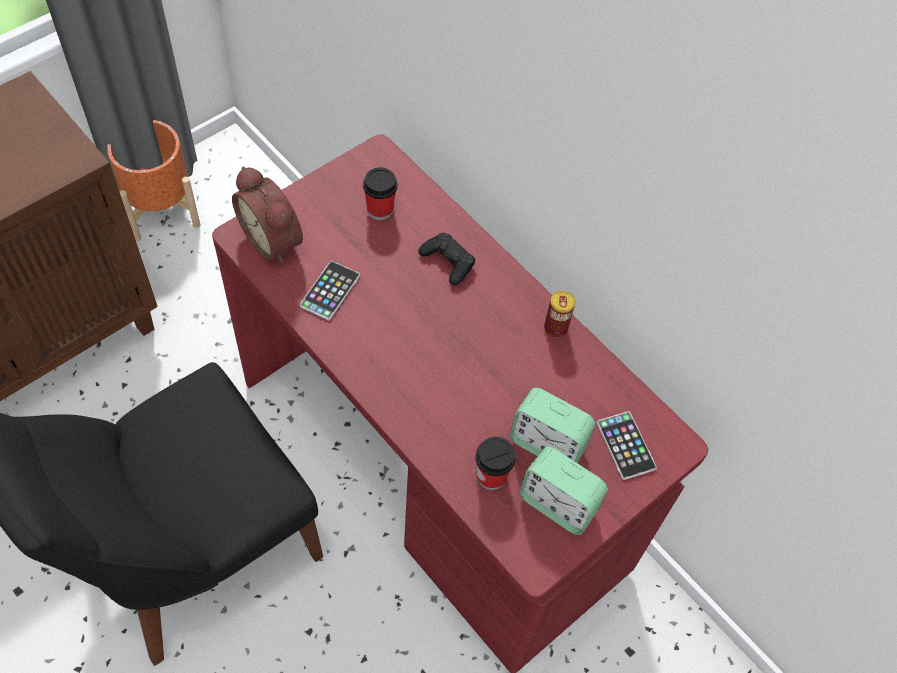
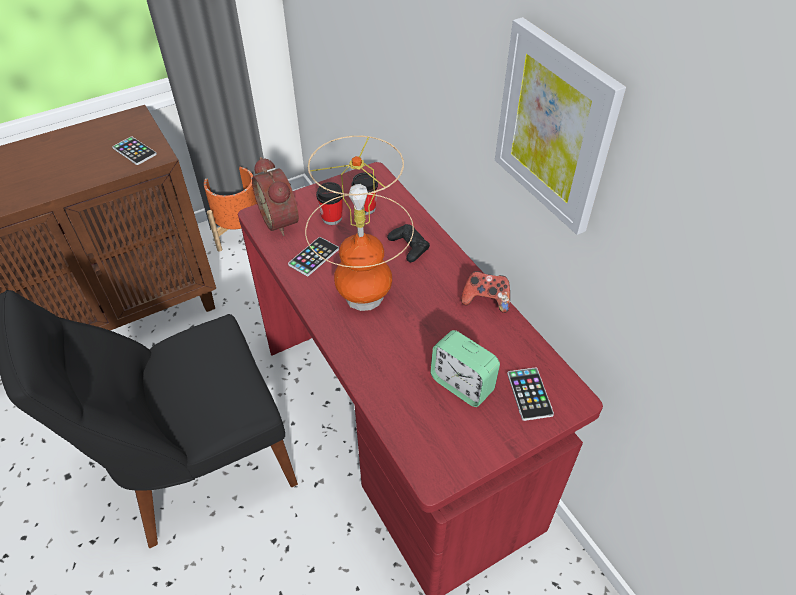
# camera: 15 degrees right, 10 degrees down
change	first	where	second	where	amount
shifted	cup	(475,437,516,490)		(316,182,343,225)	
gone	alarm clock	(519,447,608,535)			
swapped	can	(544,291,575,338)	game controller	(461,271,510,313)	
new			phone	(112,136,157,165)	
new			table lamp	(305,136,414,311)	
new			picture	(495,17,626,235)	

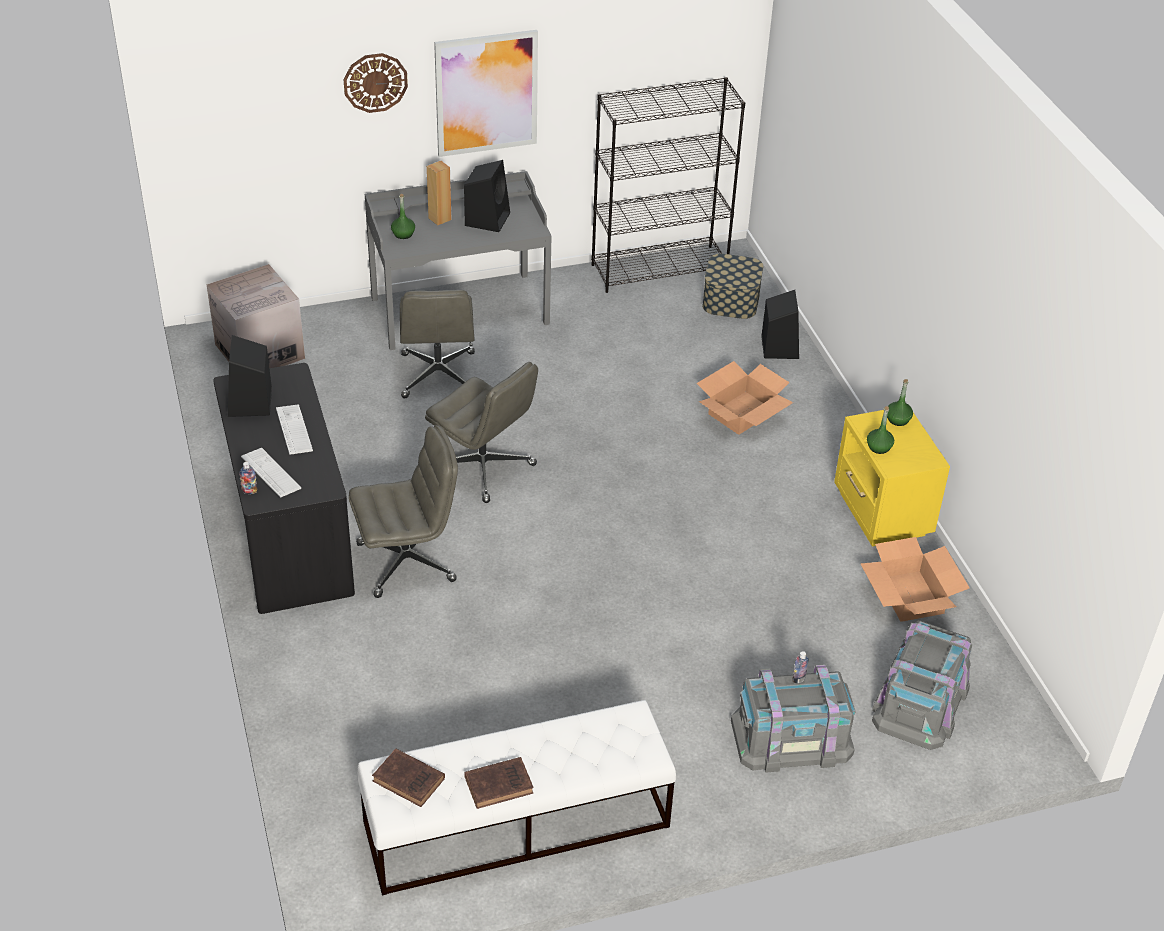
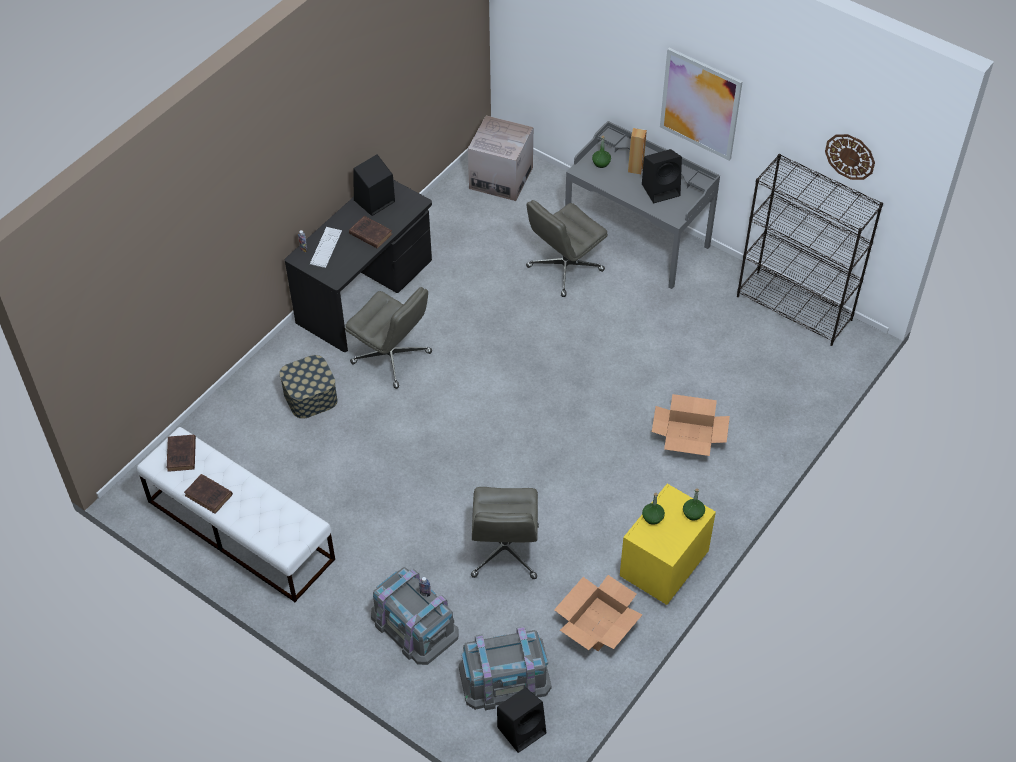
# camera: 55 degrees right, 10 degrees up
change	first	where	second	where	amount
swapped	keyboard	(276,404,313,455)	book/brown	(349,216,392,249)	
shifted	wall clock	(344,53,408,113)		(825,134,875,180)	
shifted	office chair/grey	(425,362,538,503)		(471,487,539,579)	
shifted	storage box	(703,254,764,319)		(279,355,338,419)	
shifted	speaker/black	(761,290,799,359)		(497,687,546,753)	

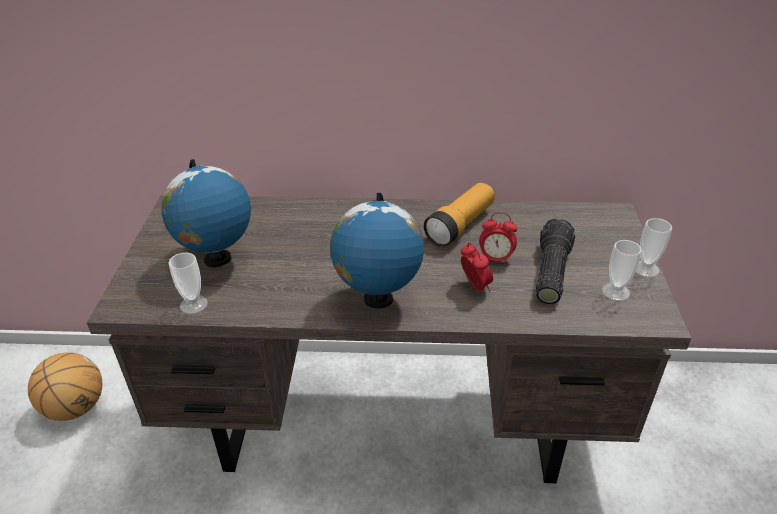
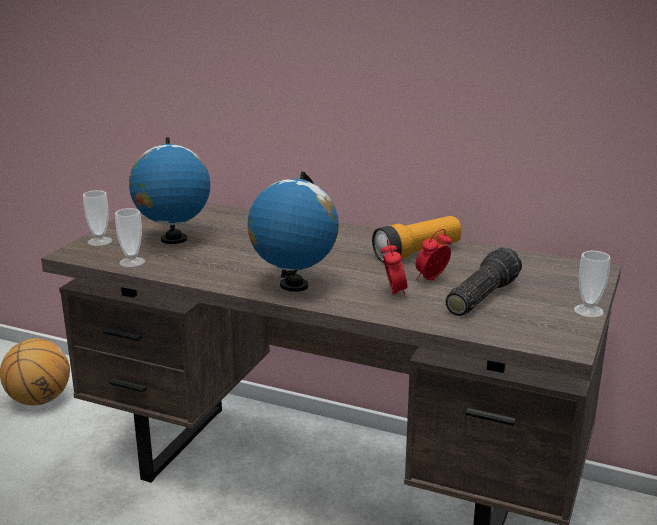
# camera: 20 degrees right, 15 degrees down
change	first	where	second	where	amount
rotated	alarm clock	(479,212,518,266)		(415,229,452,281)	105 degrees clockwise
shifted	cup	(602,240,642,301)		(83,190,112,246)	

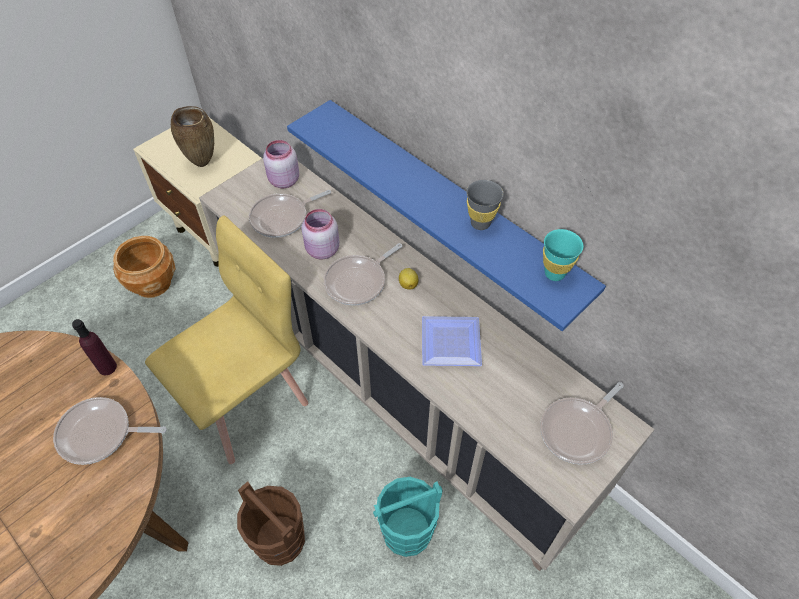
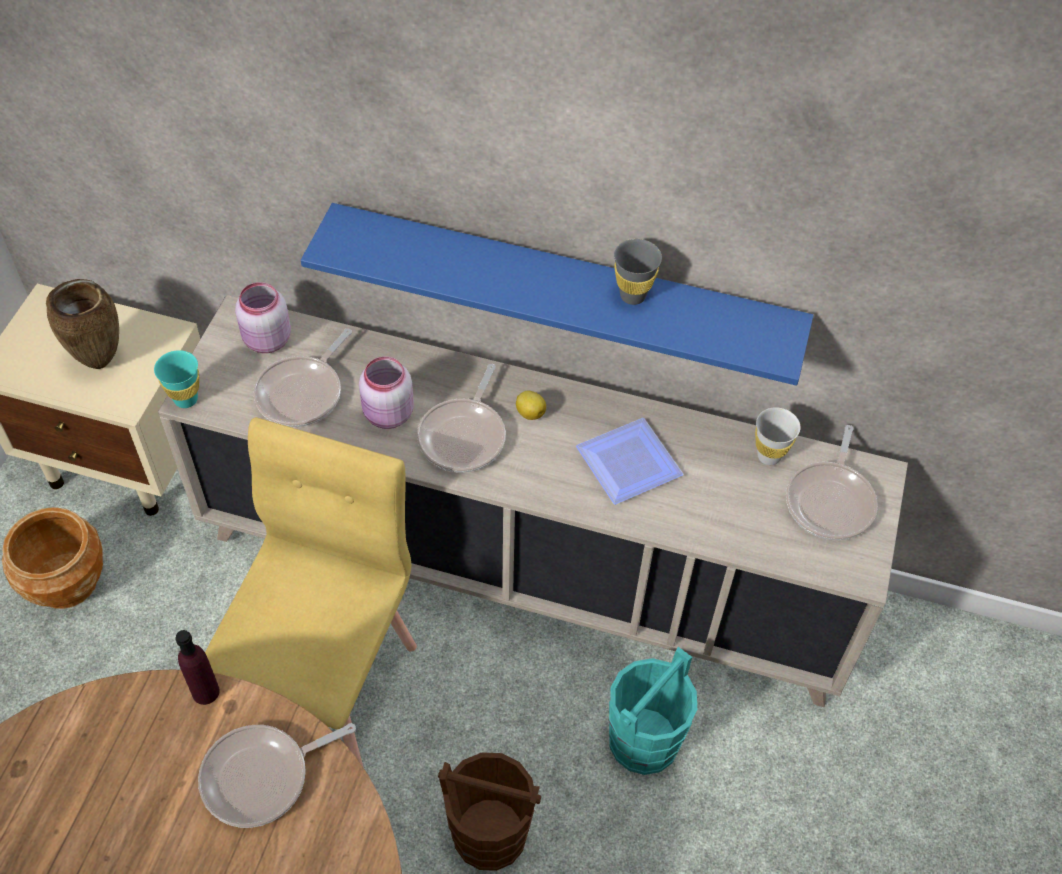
# camera: 30 degrees left, 0 degrees up
change	first	where	second	where	amount
shifted	cup/turquoise	(543,229,583,281)		(154,350,199,408)	
new			cup/white	(755,407,800,465)	

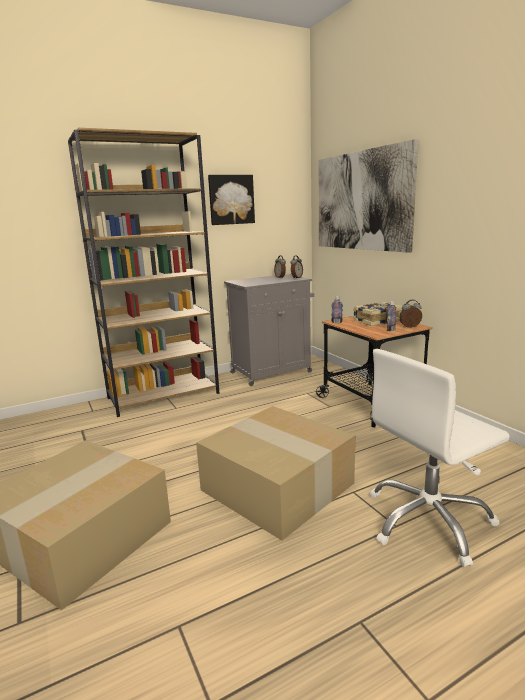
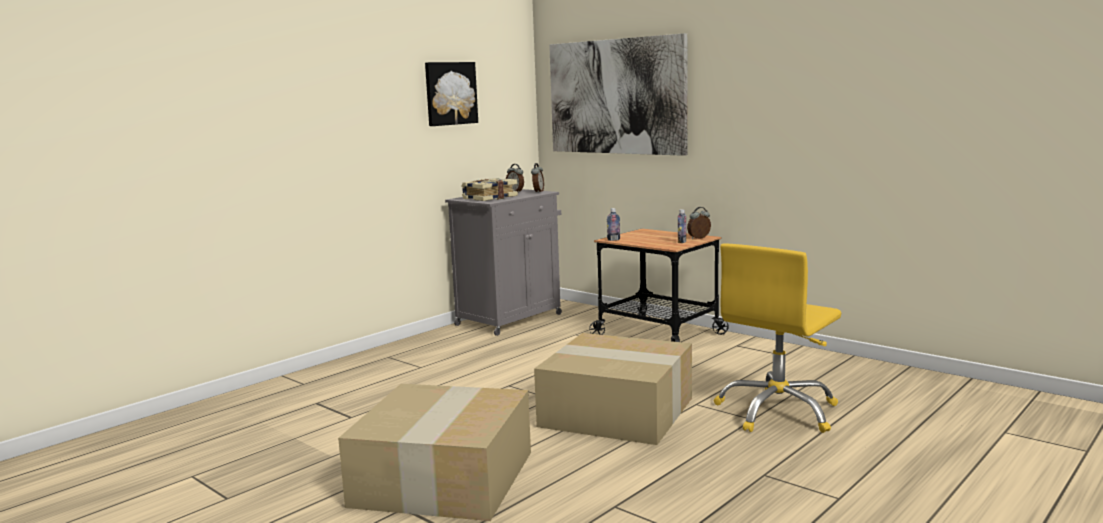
# camera: 20 degrees left, 5 degrees down
change	first	where	second	where	amount
gone	bookcase/brown	(68,127,219,417)			
shifted	book	(353,302,402,326)		(461,178,518,201)	
repainted	office chair/white	(370,349,510,567)	office chair/yellow	(714,243,841,433)	

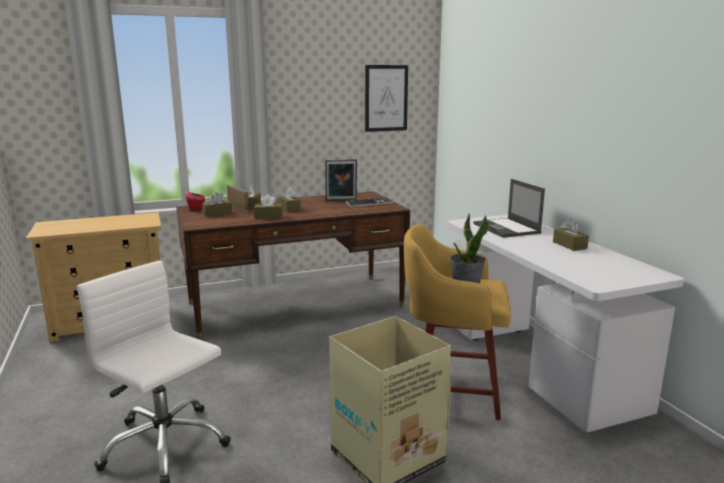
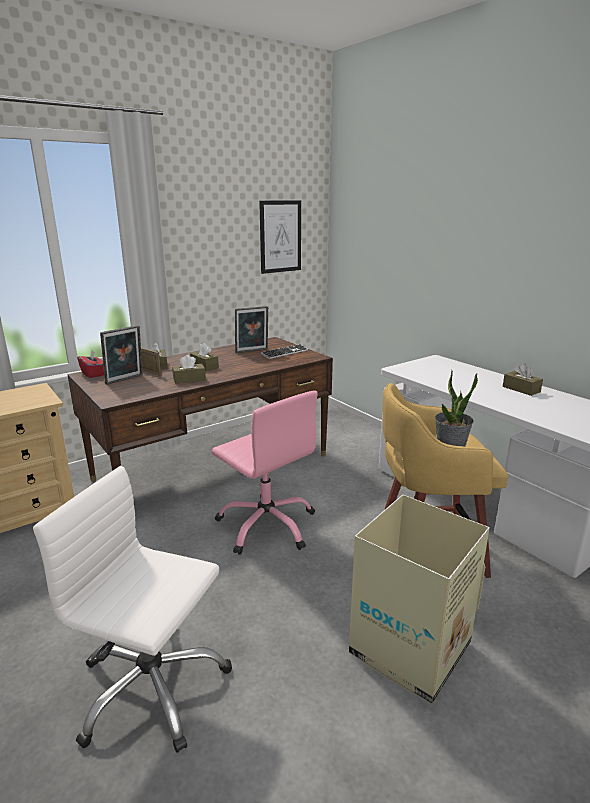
# camera: 15 degrees left, 5 degrees up
change	first	where	second	where	amount
swapped	tissue box/brown	(202,192,232,217)	picture frame	(100,325,143,385)	
gone	laptop	(473,179,545,238)			
new			office chair/pink	(212,390,318,555)	

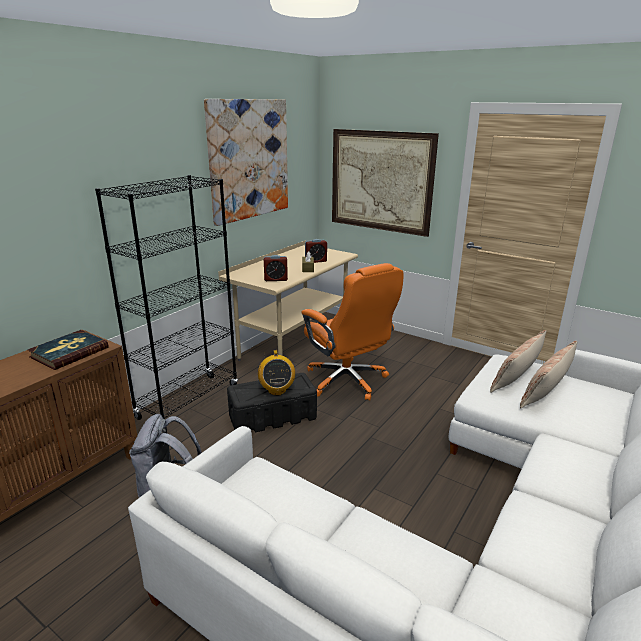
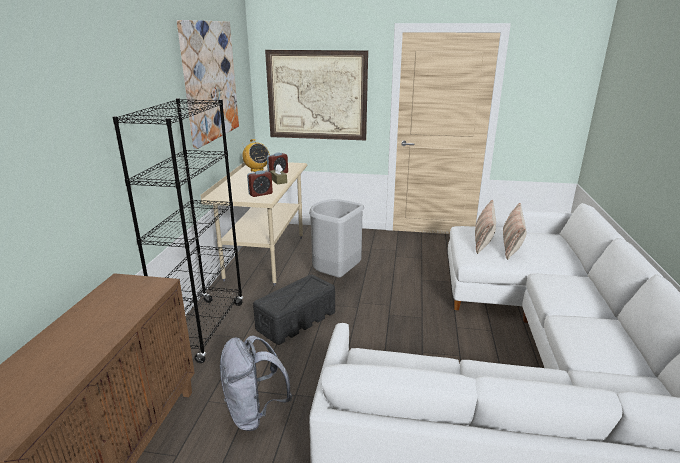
# camera: 25 degrees left, 0 degrees up
change	first	where	second	where	amount
gone	book	(28,330,108,370)			
shifted	radio	(258,350,295,396)		(242,139,270,172)	
swapped	office chair/orange	(302,263,404,401)	trash can/grey	(309,199,364,278)	

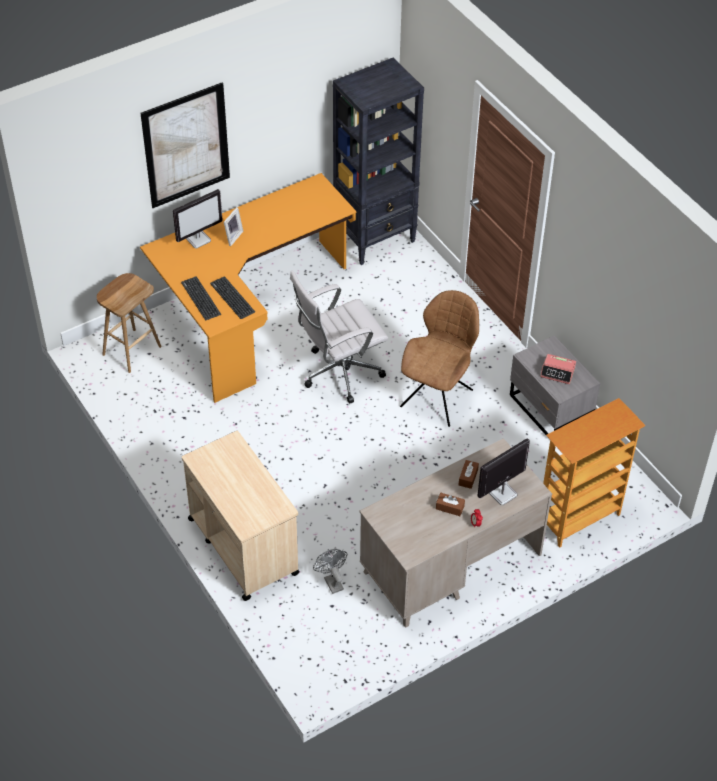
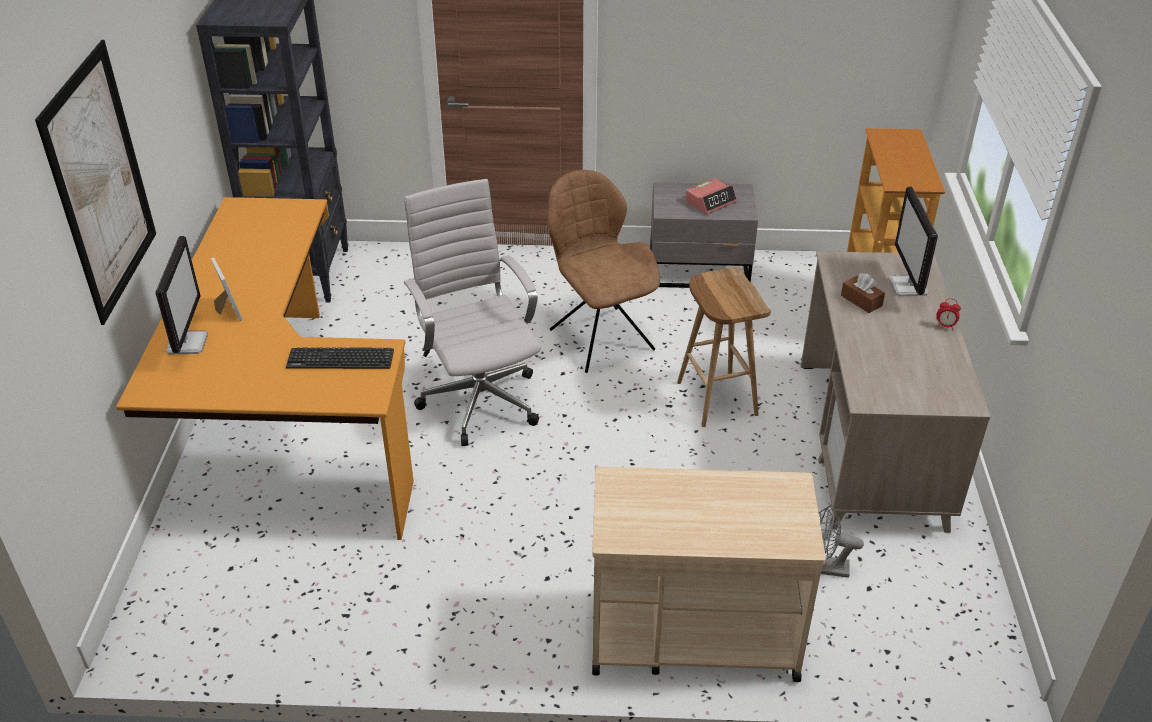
# camera: 55 degrees left, 10 degrees down
change	first	where	second	where	amount
shifted	stool/brown	(97,273,161,373)		(677,267,771,427)	
gone	keyboard	(181,277,221,320)			
rotated	office chair/white	(290,271,388,404)		(404,179,541,446)	150 degrees clockwise
gone	tissue box/brown	(436,493,465,516)			

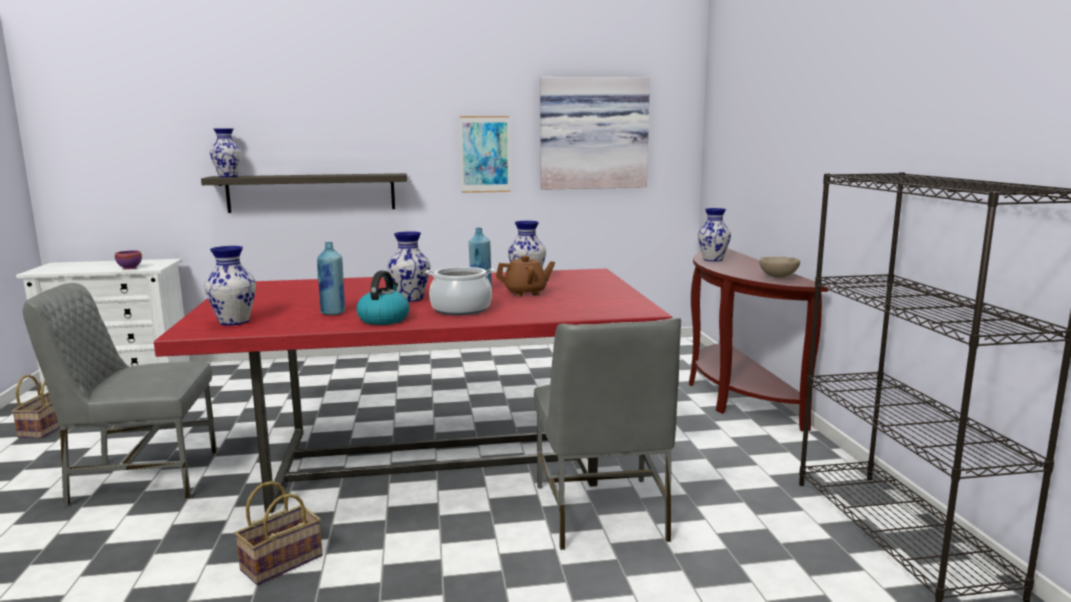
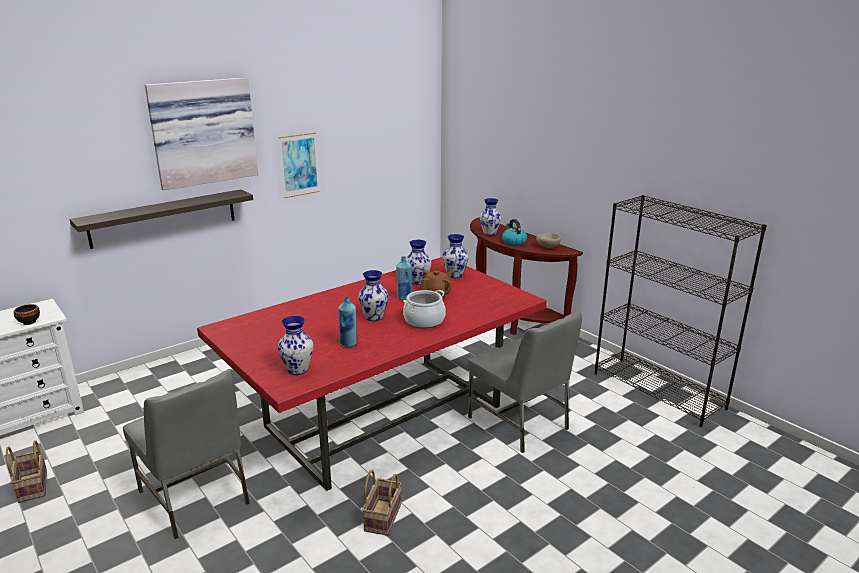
# camera: 30 degrees left, 10 degrees up
change	first	where	second	where	amount
rotated	chair/grey	(23,283,217,507)		(123,369,250,540)	90 degrees counterclockwise
repainted	bowl/purple	(115,250,142,270)	bowl/black	(14,304,40,325)	
shifted	vase	(210,128,242,177)		(442,234,469,278)	
shifted	kettle	(356,271,410,325)		(502,219,527,246)	
shifted	picture	(540,77,650,190)		(145,77,258,190)	

